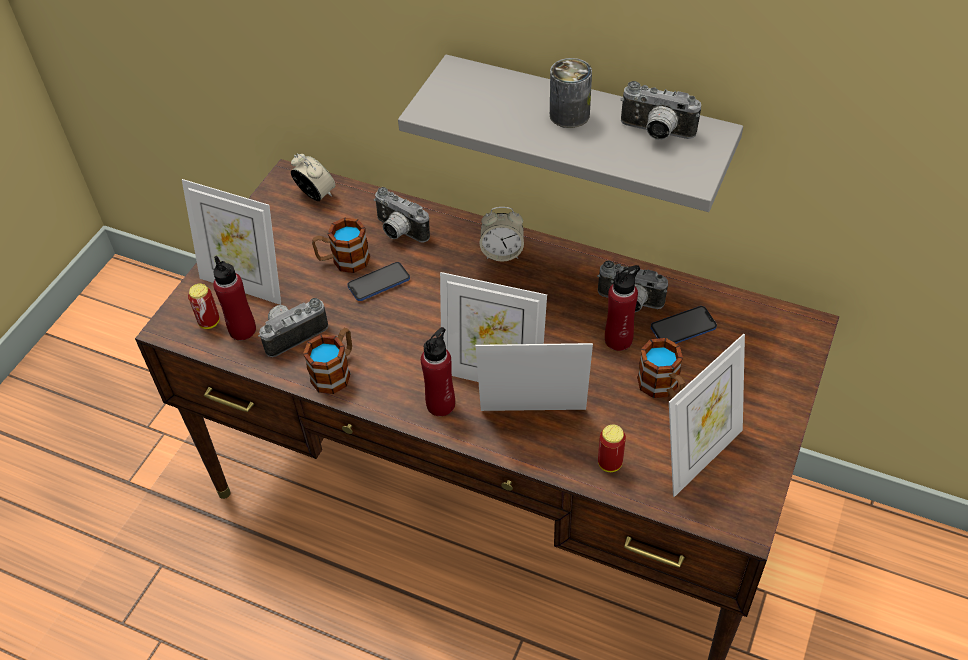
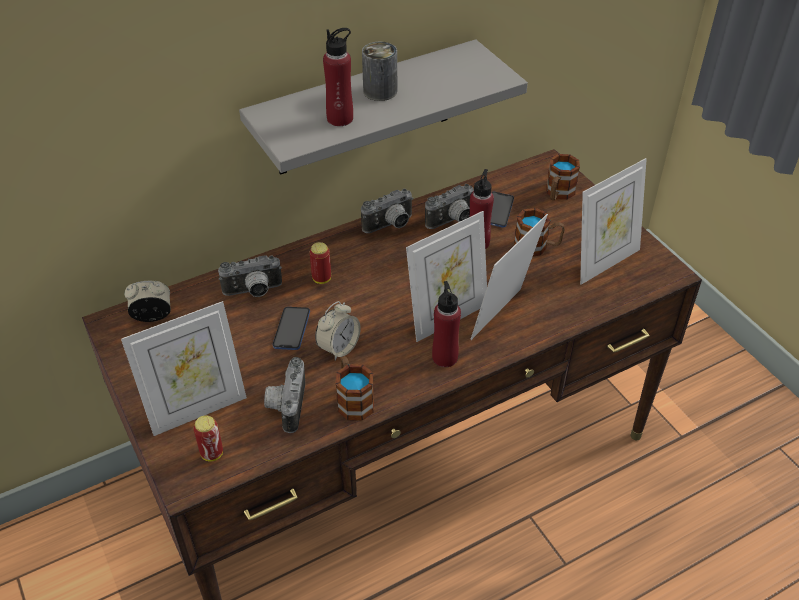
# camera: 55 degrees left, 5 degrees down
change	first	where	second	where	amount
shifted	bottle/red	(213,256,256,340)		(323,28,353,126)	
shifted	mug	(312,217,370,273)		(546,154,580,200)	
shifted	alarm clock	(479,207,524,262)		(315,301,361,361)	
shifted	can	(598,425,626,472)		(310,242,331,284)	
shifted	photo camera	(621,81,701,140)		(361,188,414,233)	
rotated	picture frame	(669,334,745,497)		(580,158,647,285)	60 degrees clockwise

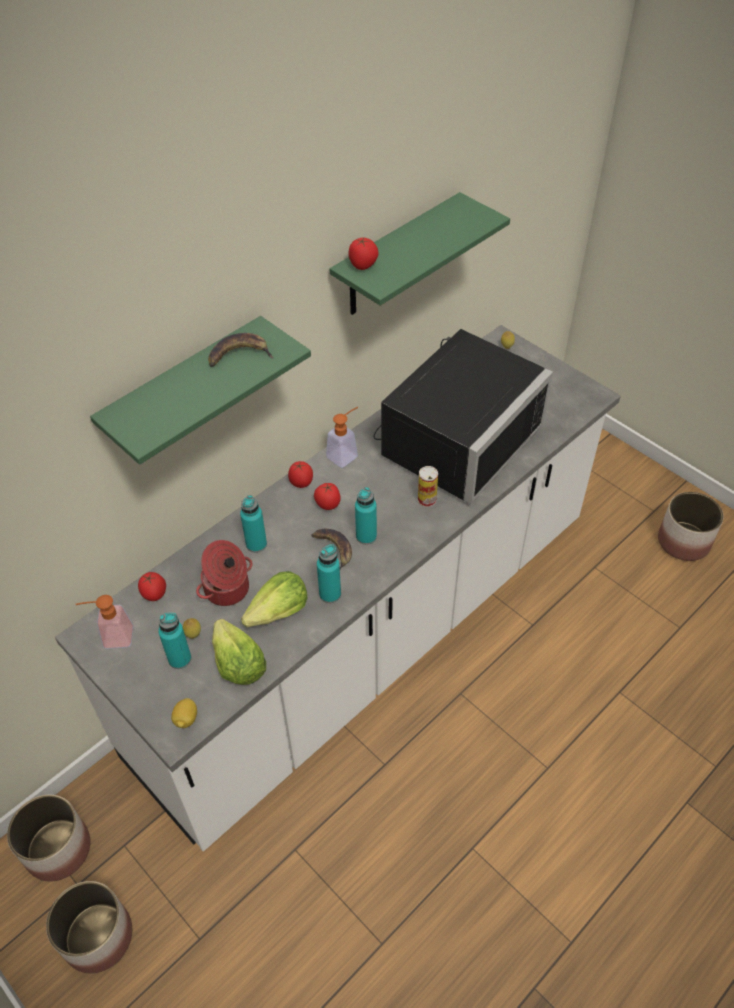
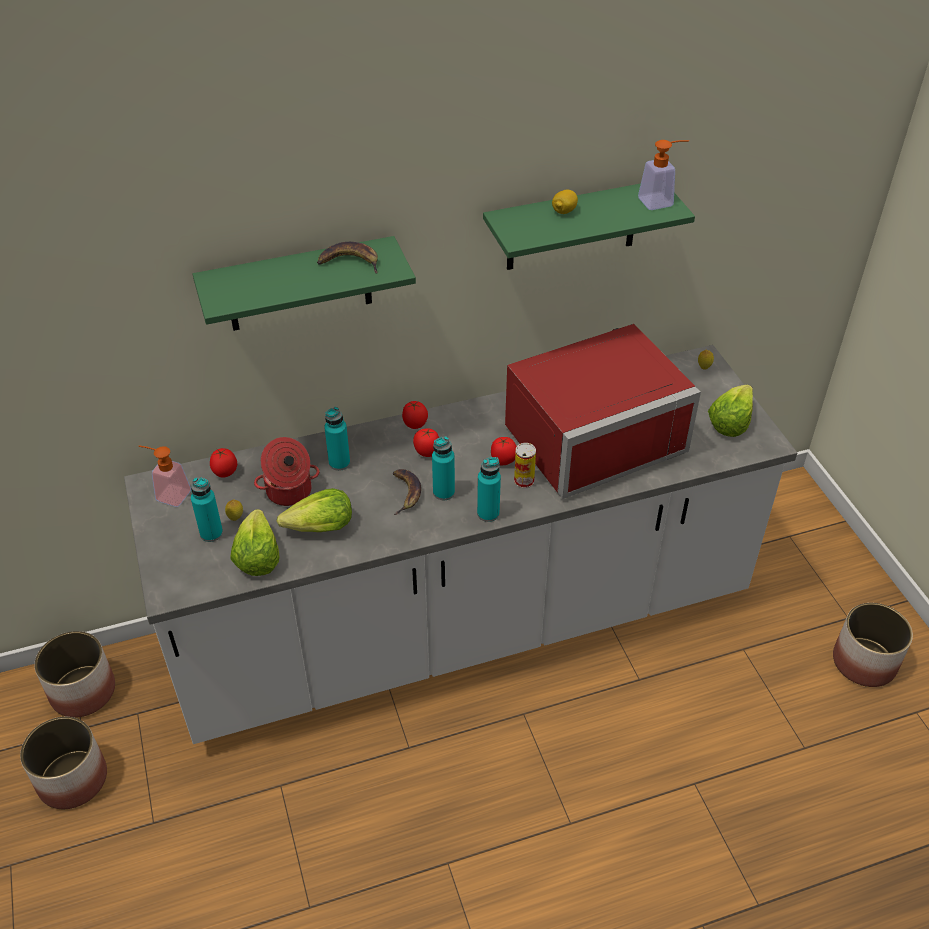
# camera: 25 degrees right, 5 degrees down
change	first	where	second	where	amount
shifted	lemon	(171,698,197,728)		(552,190,578,214)	
shifted	bottle/turquoise	(317,544,341,603)		(477,457,501,522)	
shifted	soap dispenser	(326,407,358,468)		(638,140,689,210)	
shifted	tomato	(348,238,379,270)		(491,437,517,465)	
repainted	microwave/black	(373,329,553,504)	microwave/red	(505,324,701,499)	
new			lettuce	(708,384,753,437)	

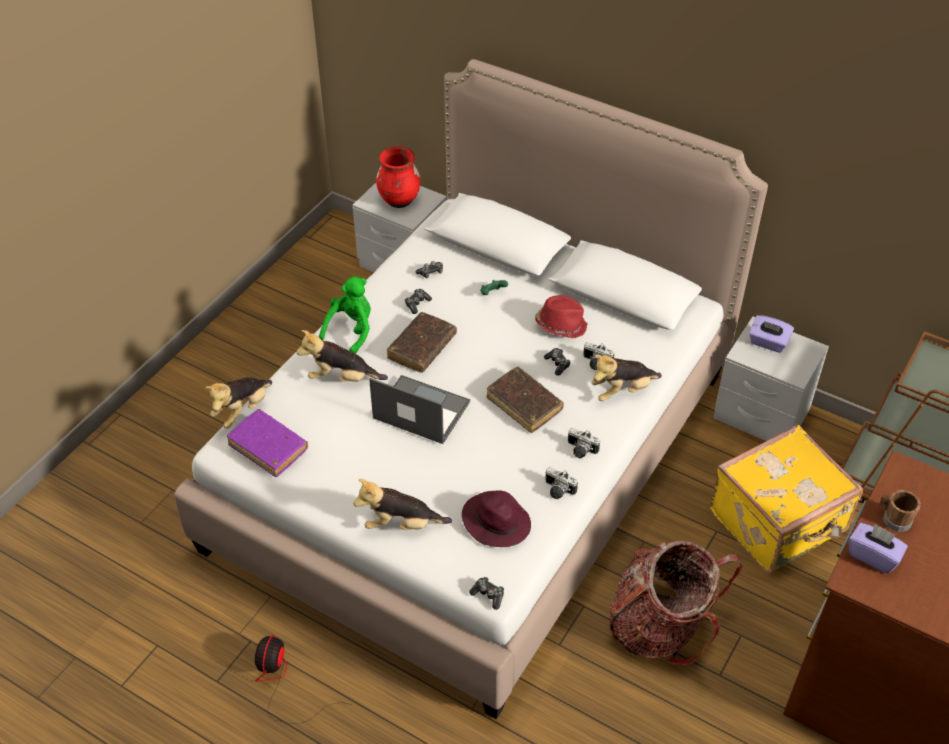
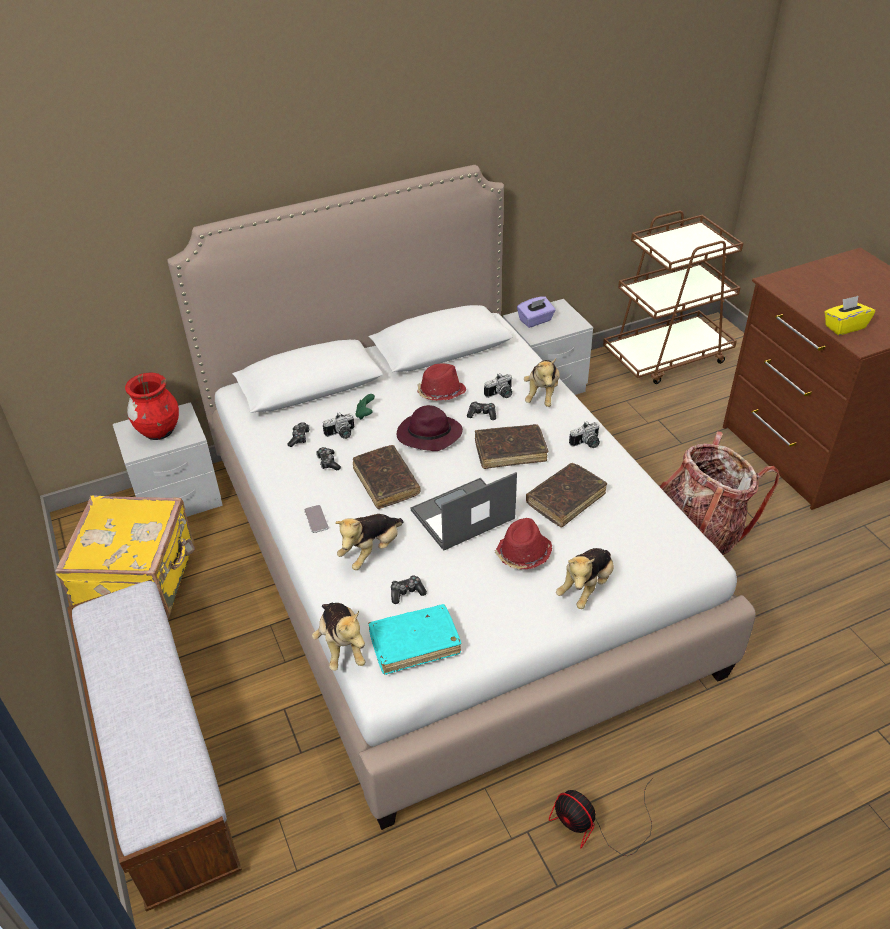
# camera: 55 degrees left, 5 degrees down
change	first	where	second	where	amount
repainted	book/purple	(227,409,308,477)	book/turquoise	(368,604,461,675)	
swapped	plush toy/green	(319,277,371,354)	phone	(304,505,329,533)	
shifted	hat/purple	(462,491,531,547)		(397,405,463,451)	
shifted	game controller	(469,577,504,610)		(391,575,427,604)	
shifted	photo camera	(545,467,578,499)		(323,412,354,439)	
shifted	suitcase/yellow	(710,425,863,573)		(55,495,195,618)	
repainted	tissue box/purple	(849,523,908,574)	tissue box/yellow	(824,296,875,335)	
gone	mug/brown	(879,490,921,532)			
new			bench	(67,580,242,912)	
new			hat/red	(495,518,552,570)	
new			book/brown	(526,463,607,527)	

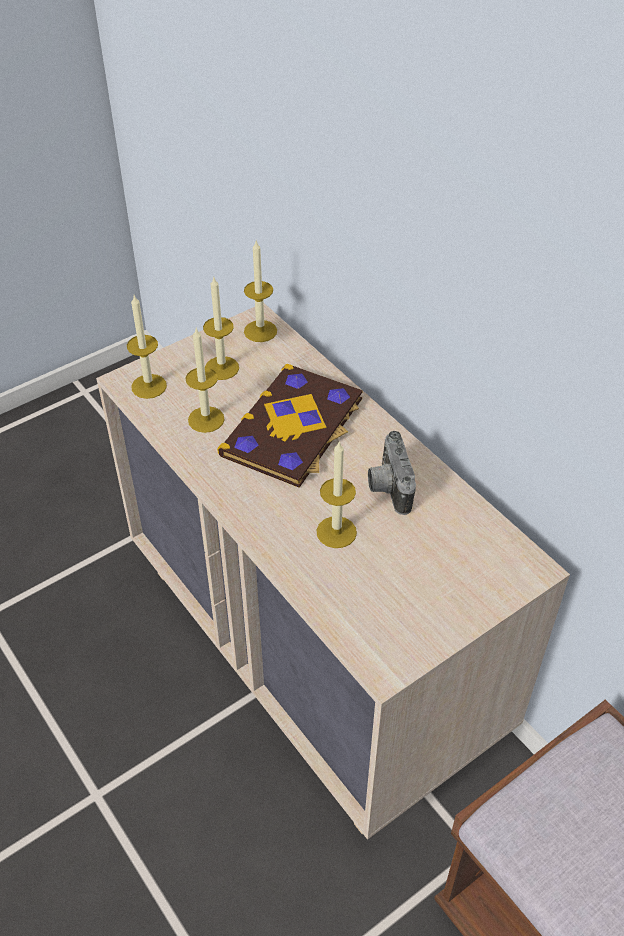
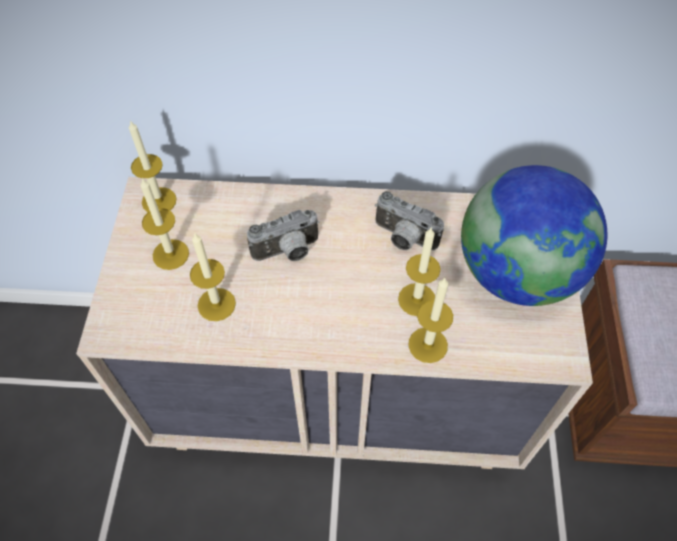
# camera: 50 degrees left, 10 degrees up
change	first	where	second	where	amount
shifted	candle	(127,295,167,399)		(408,278,453,363)	
swapped	book	(217,364,363,488)	photo camera	(247,210,320,261)	
new			globe	(461,165,607,306)	

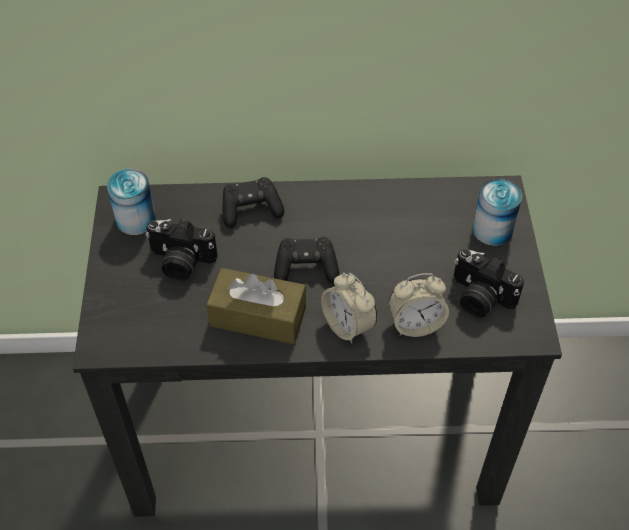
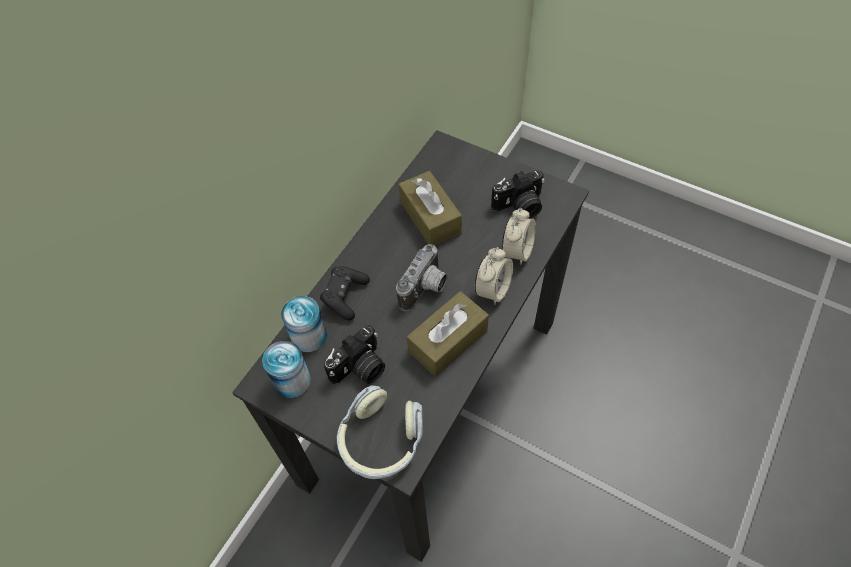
# camera: 55 degrees left, 5 degrees up
change	first	where	second	where	amount
swapped	game controller/black	(274,237,339,283)	photo camera	(396,244,447,311)	
rotated	alarm clock	(321,273,377,344)		(475,247,513,305)	60 degrees counterclockwise
shifted	can	(473,179,522,246)		(281,296,327,352)	
new			headphones	(337,385,423,479)	
new			tissue box/brown	(399,171,462,246)	

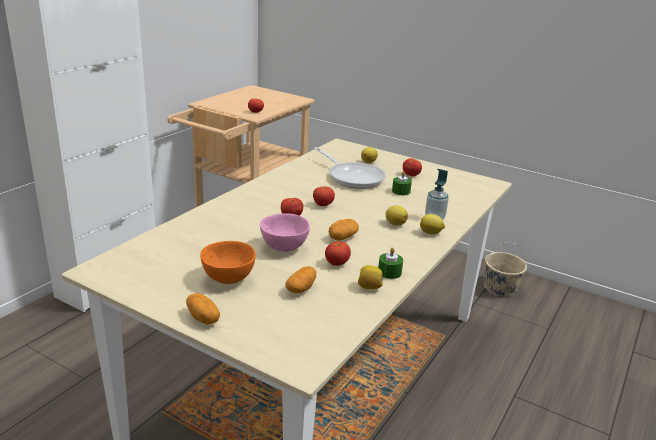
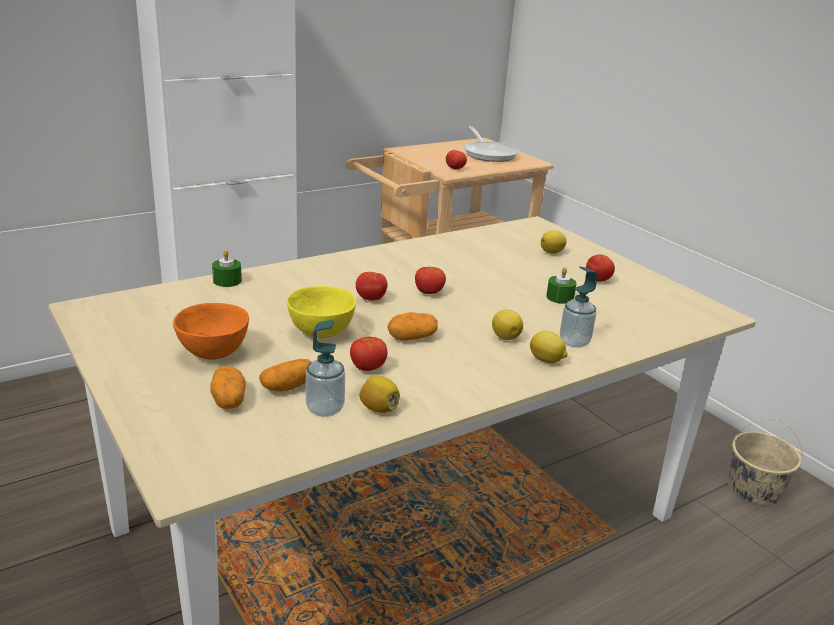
# camera: 25 degrees right, 0 degrees up
change	first	where	second	where	amount
shifted	potato	(186,294,220,325)		(210,366,246,409)	
repainted	bowl/pink	(260,213,310,252)	bowl/yellow	(287,286,356,338)	
shifted	frying pan	(314,147,386,189)		(463,126,519,162)	
shifted	candle/green	(378,247,403,279)		(212,250,242,287)	
new			soap dispenser	(306,320,345,417)	

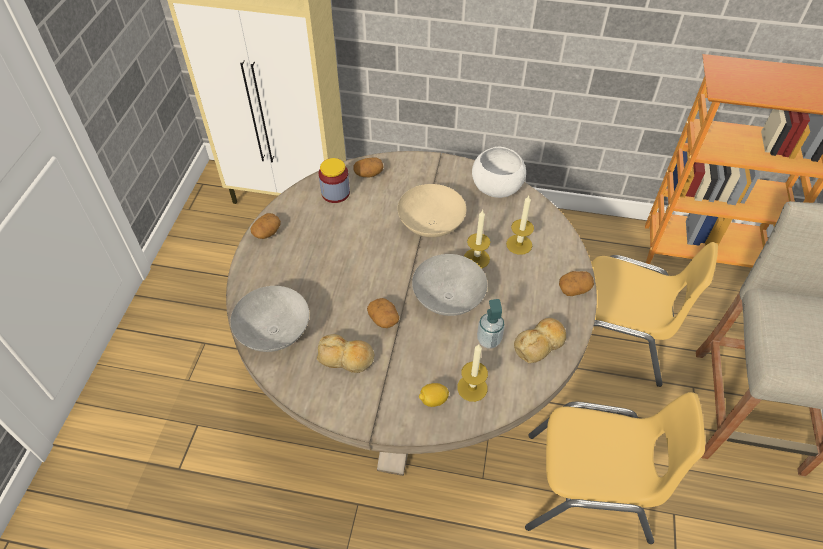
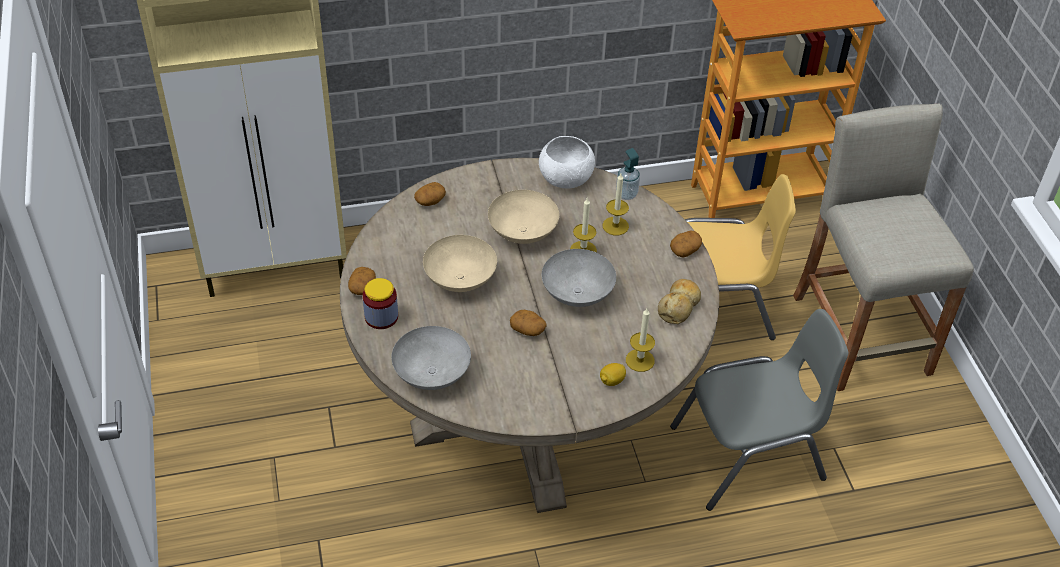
# camera: 25 degrees left, 5 degrees down
change	first	where	second	where	amount
gone	bread	(317,334,374,373)			
shifted	jar	(319,158,350,203)		(363,278,398,329)	
shifted	soap dispenser	(477,299,505,348)		(616,148,640,200)	
repainted	chair/yellow	(525,392,705,544)	chair/grey	(670,309,848,511)	
new			bowl/beige	(423,235,497,292)	

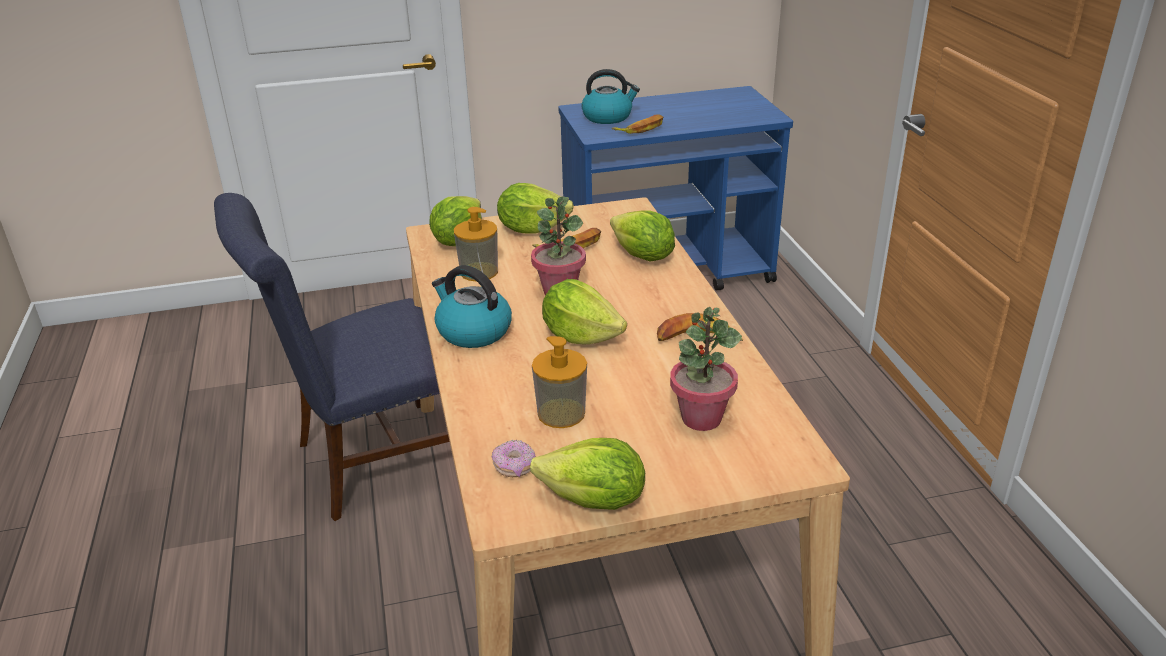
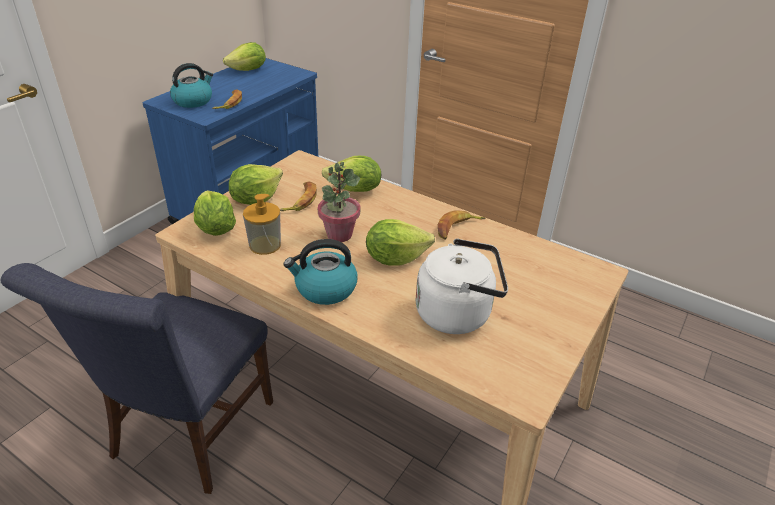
# camera: 45 degrees left, 5 degrees up
change	first	where	second	where	amount
gone	donut	(492,440,536,477)			
shifted	lettuce	(530,438,645,510)		(223,42,266,71)	
swapped	soap dispenser	(532,336,587,428)	kettle/white	(416,239,508,334)	
gone	potted plant	(670,307,742,431)			

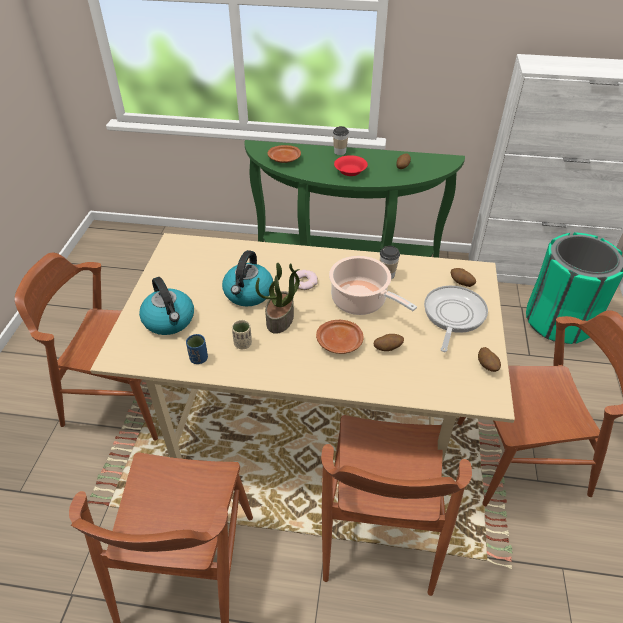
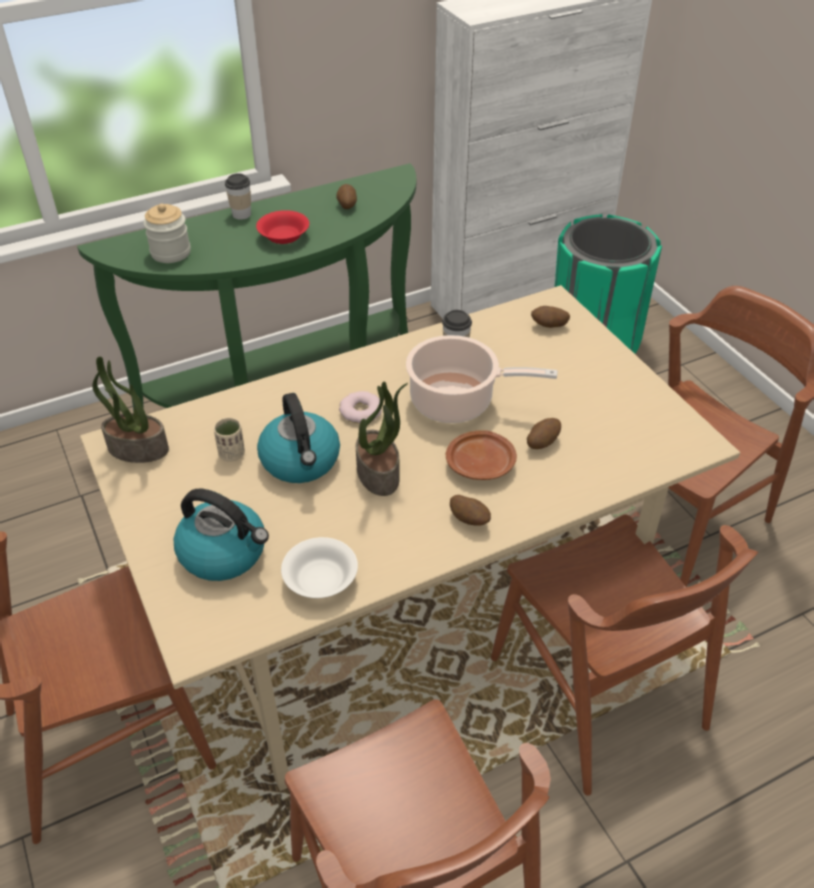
# camera: 35 degrees left, 0 degrees up
change	first	where	second	where	amount
swapped	cup/blue	(186,334,208,364)	bowl/white	(281,537,358,598)	
shifted	cup/beige	(232,320,252,349)		(213,418,245,462)	
swapped	plate/brown	(267,145,301,163)	jar	(144,204,191,263)	
gone	frying pan	(424,285,488,352)			
shifted	potato	(478,347,501,372)		(450,495,491,525)	
new			potted plant	(92,357,169,463)	

